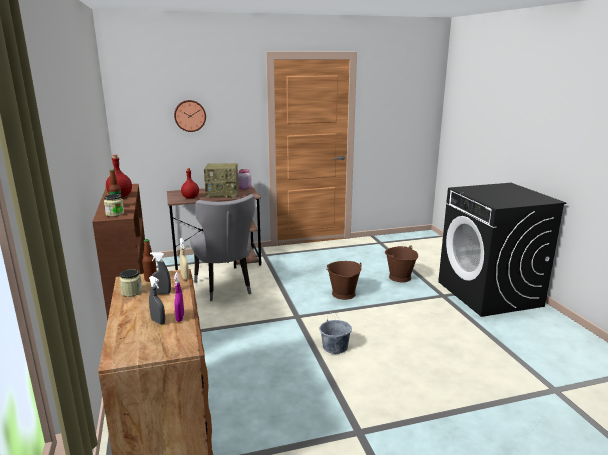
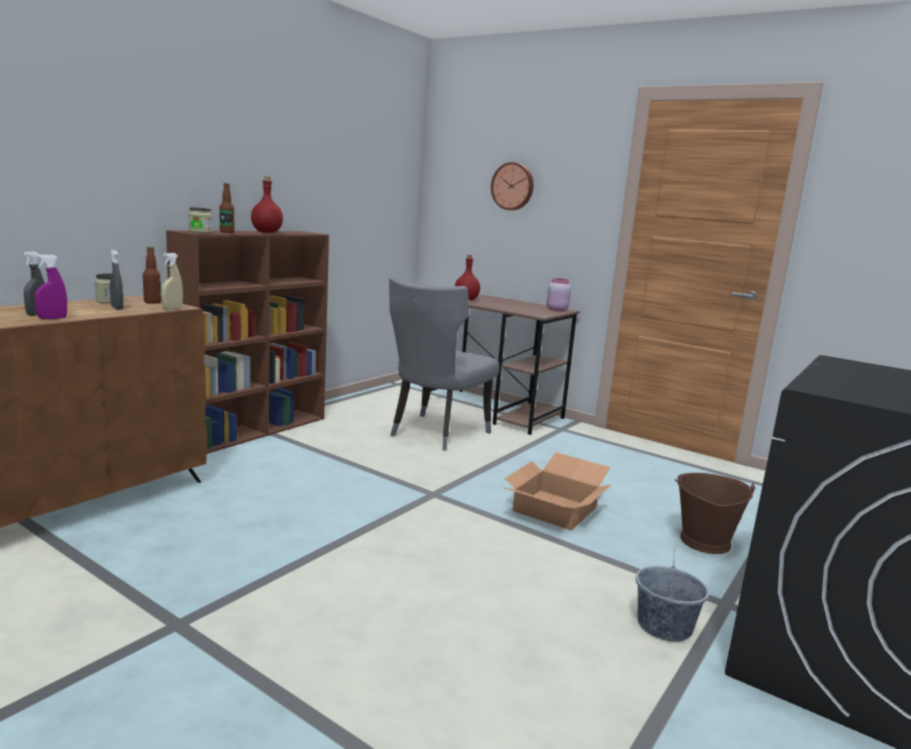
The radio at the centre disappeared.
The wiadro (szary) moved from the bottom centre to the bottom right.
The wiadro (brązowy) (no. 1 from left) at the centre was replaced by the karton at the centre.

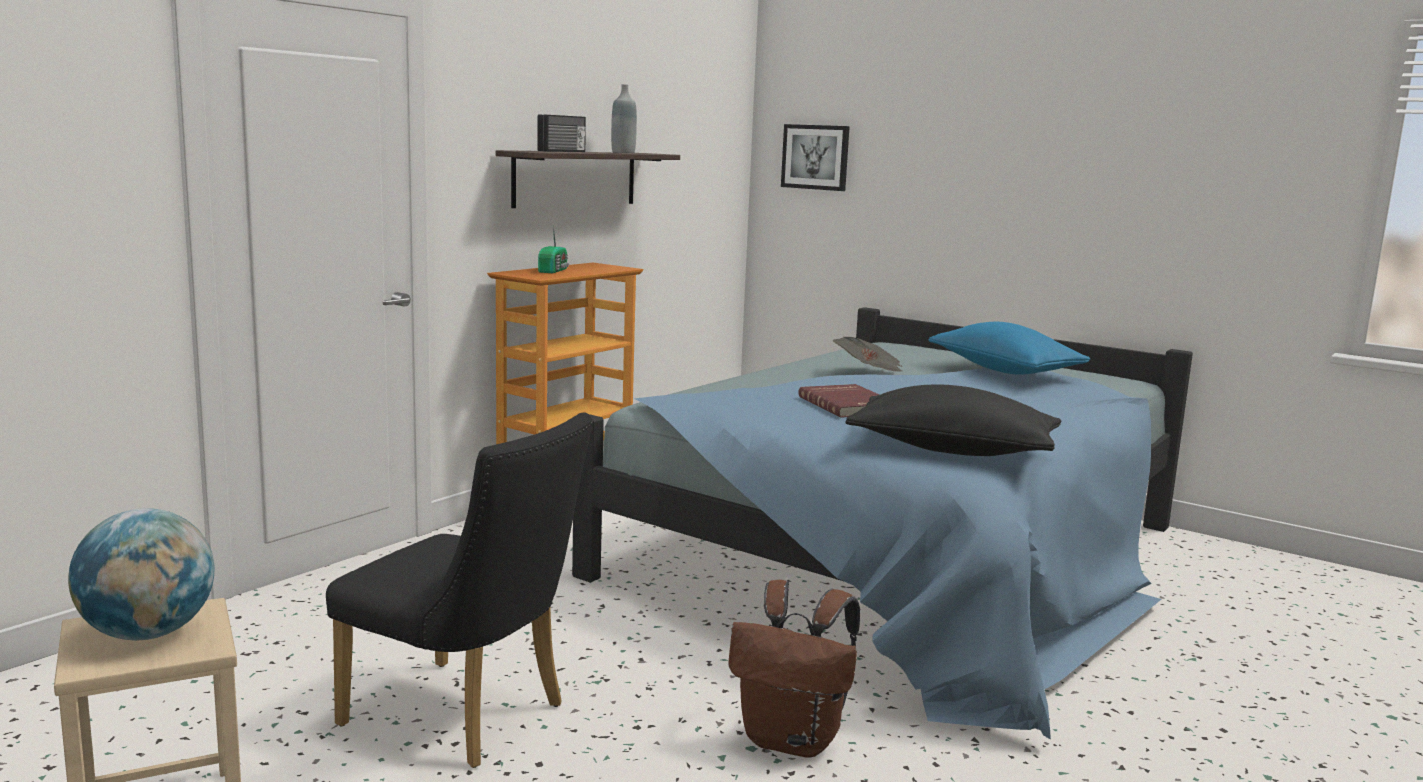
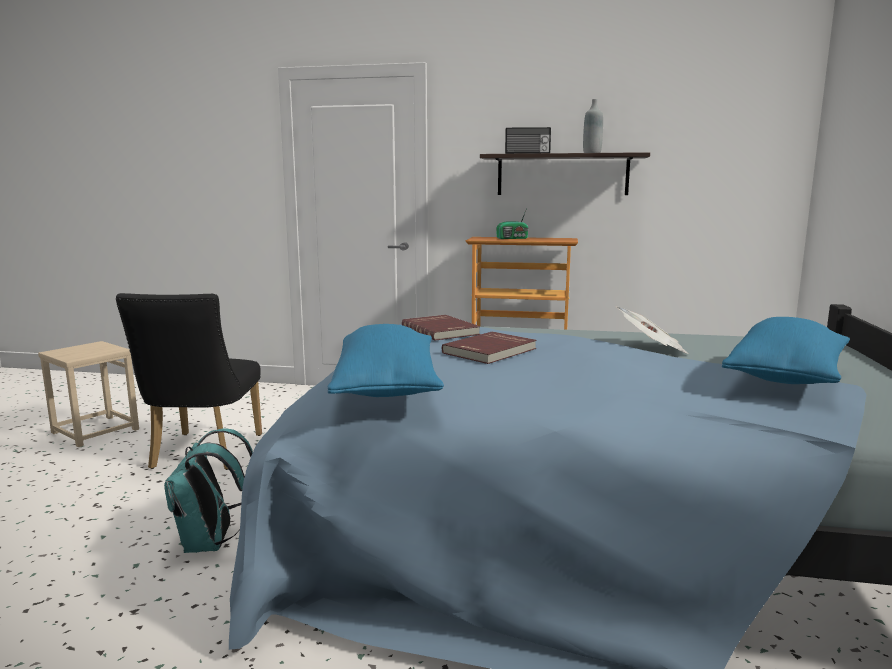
The globus at the bottom left disappeared.
The obraz at the top centre disappeared.
The książka (czerwony) (no. 1 from left) at the centre appeared.
The plecak (brązowy) at the bottom centre became the plecak (turkusowy) at the bottom left.
The poduszka (czarny) at the middle right became the poduszka (niebieski) (no. 1 from left) at the centre.

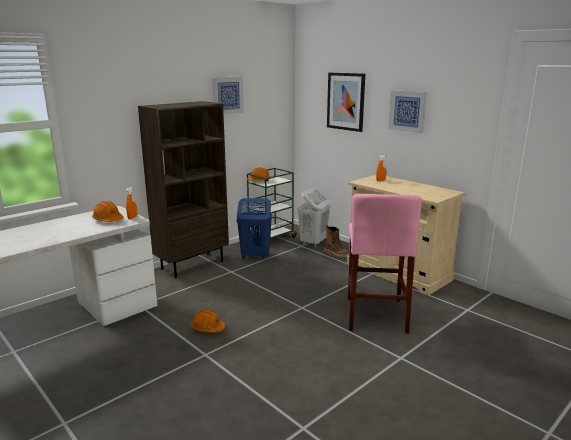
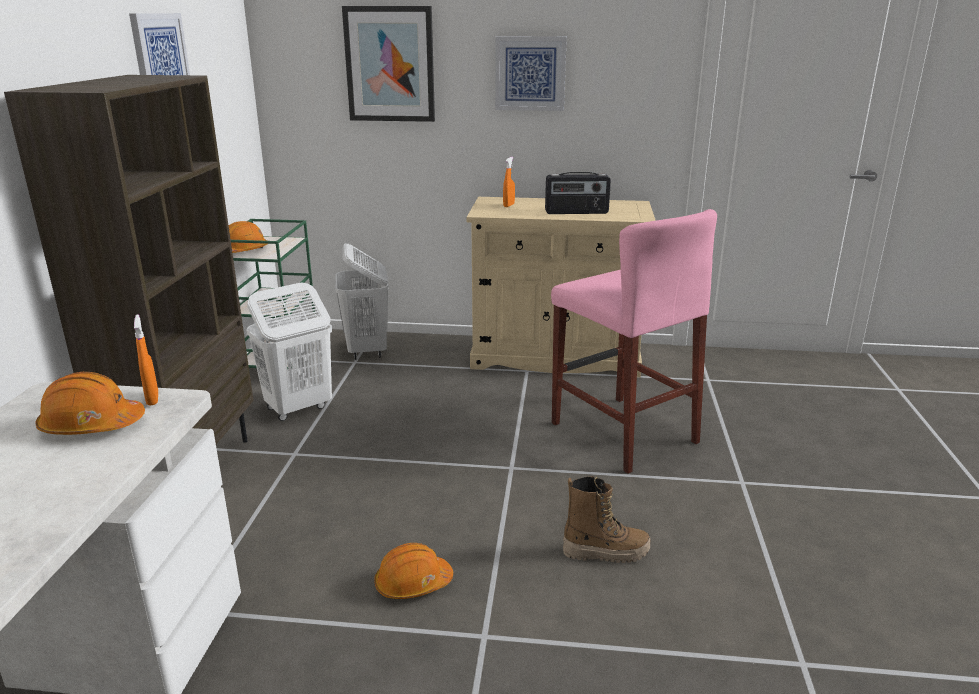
The radio at the top centre appeared.
The but z cholewką moved from the centre to the bottom centre.
The kosz na pranie (niebieski) at the centre became the kosz na pranie (biały) (no. 1 from left) at the middle left.

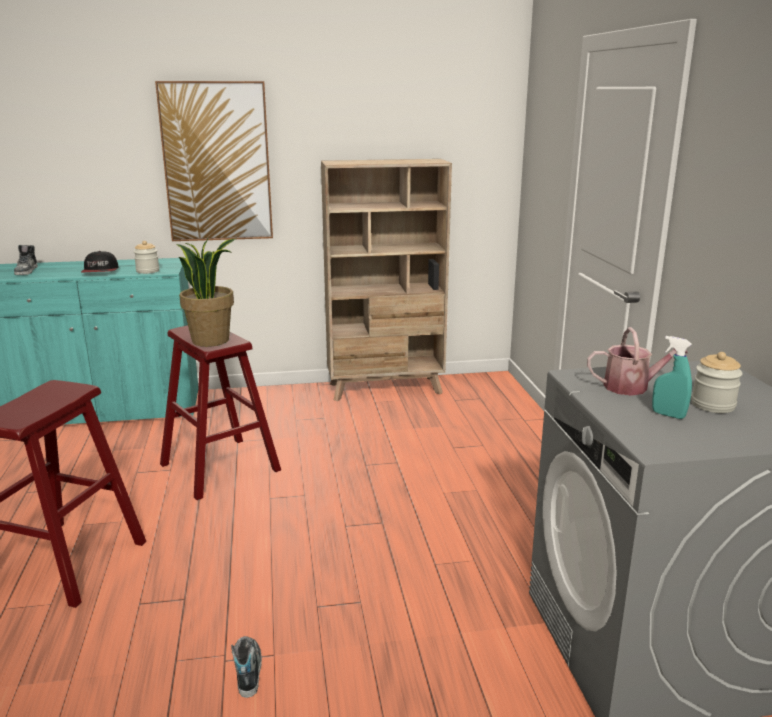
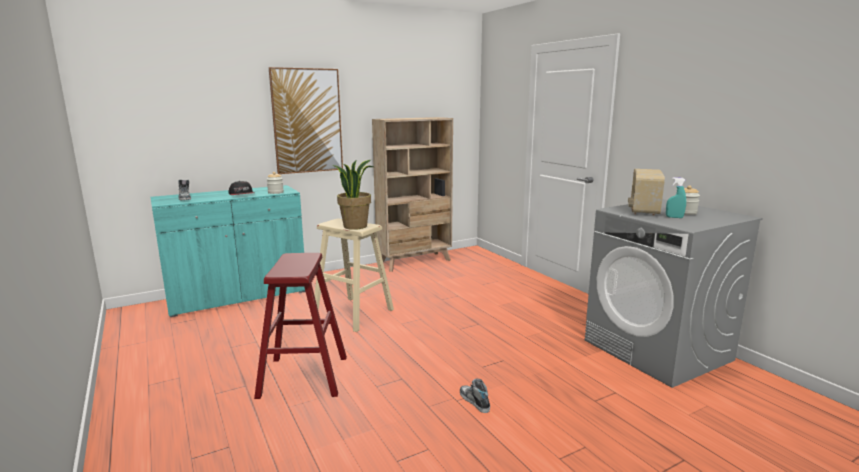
The konewka at the middle right was replaced by the radio at the middle right.
The stołek (czerwony) (no. 2 from left) at the middle left became the stołek (beżowy) at the centre.

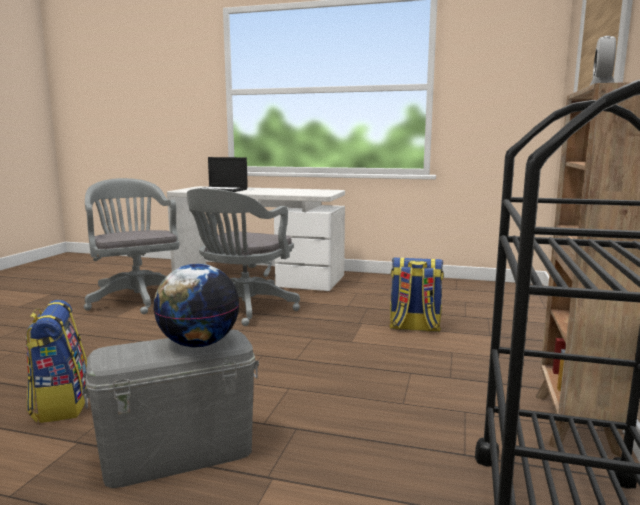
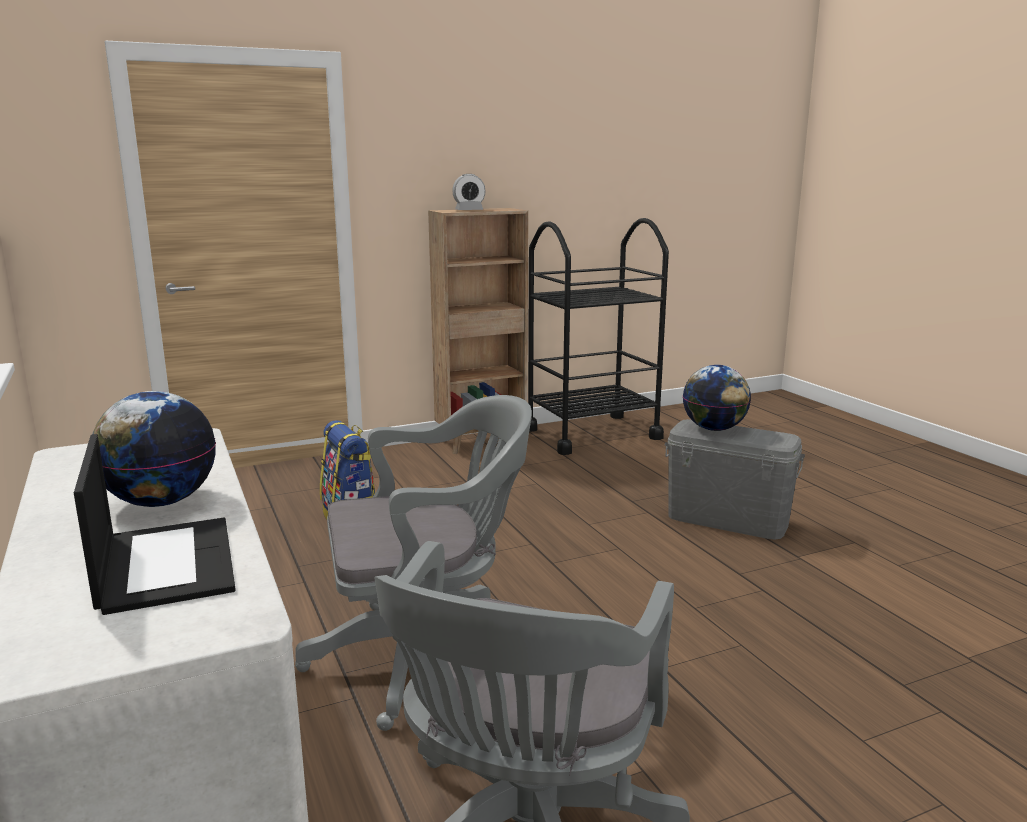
The plecak (no. 1 from left) at the bottom left disappeared.
The globus (no. 1 from left) at the middle left appeared.

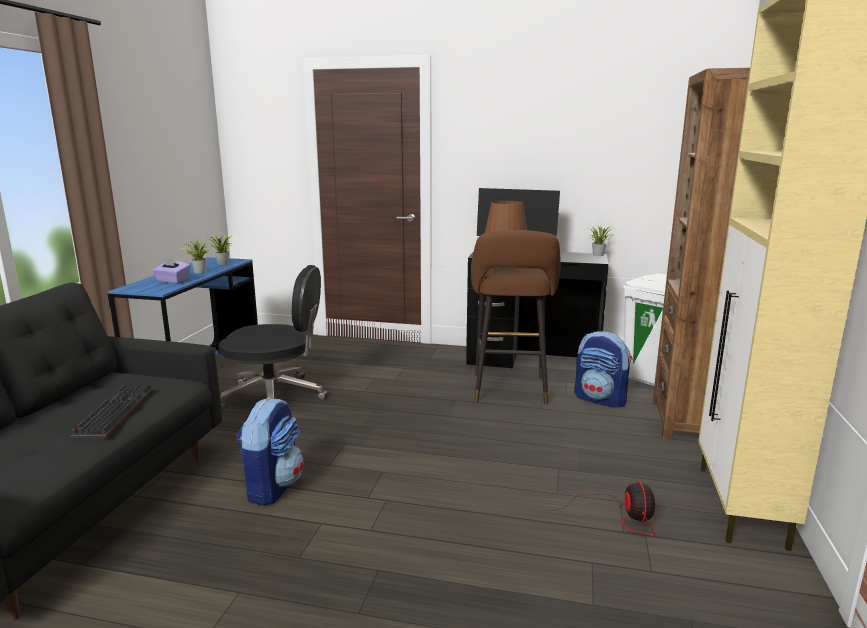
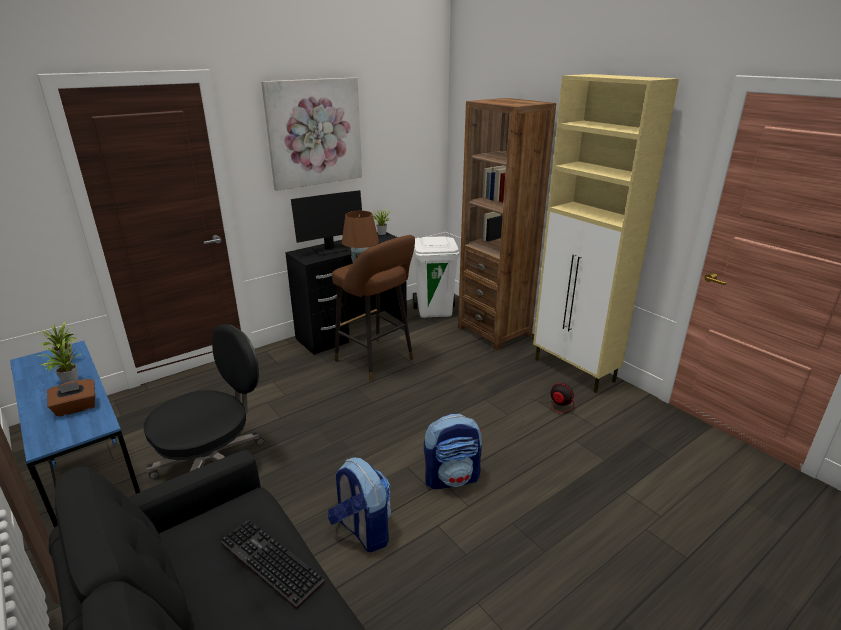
The obraz at the top centre appeared.
The plecak (no. 2 from left) moved from the middle right to the bottom centre.
The pudełko chusteczek (fioletowy) at the middle left became the pudełko chusteczek (brązowy) at the middle left.

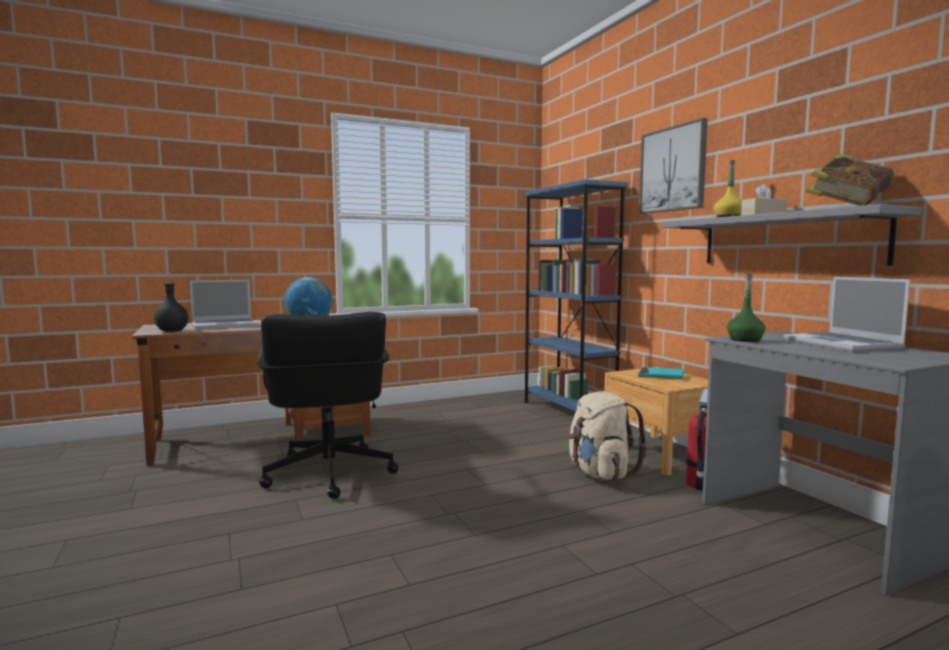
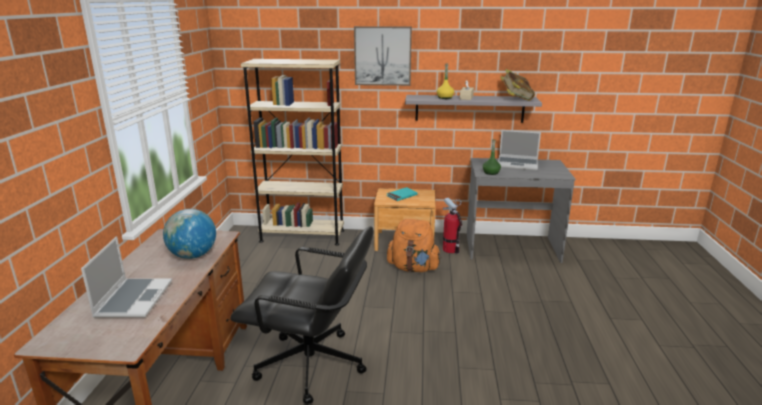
The butelka (czarny) at the middle left disappeared.
The regał (niebieski) at the centre became the regał (beżowy) at the centre.
The plecak (beżowy) at the bottom centre became the plecak (pomarańczowy) at the centre.

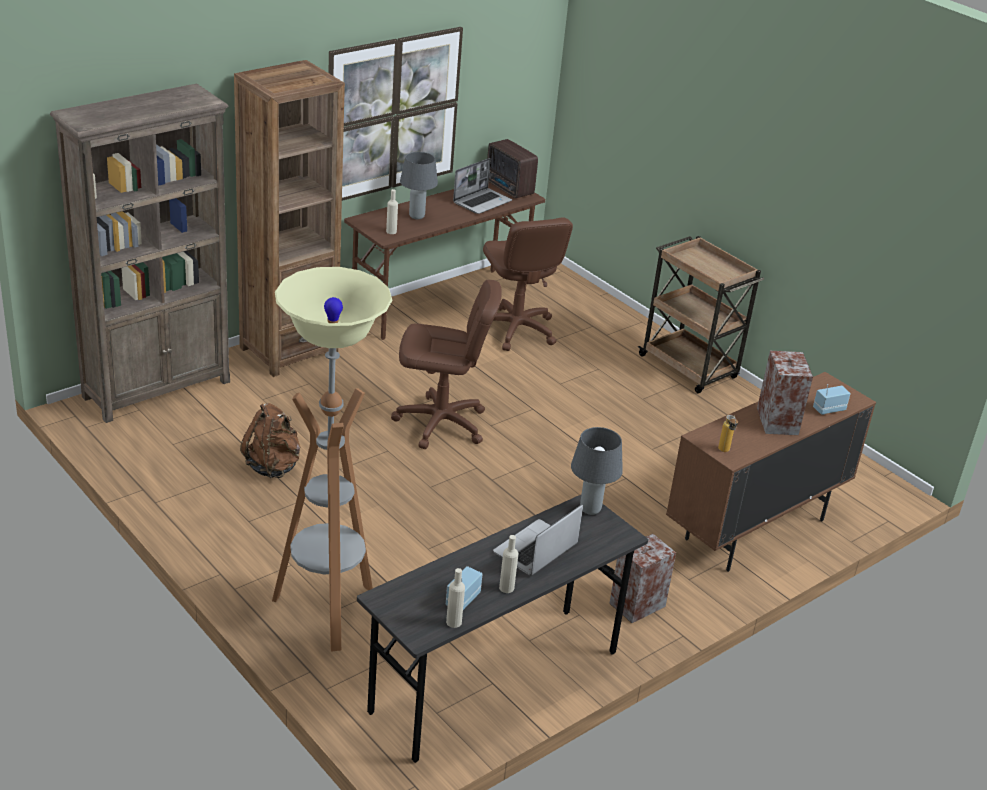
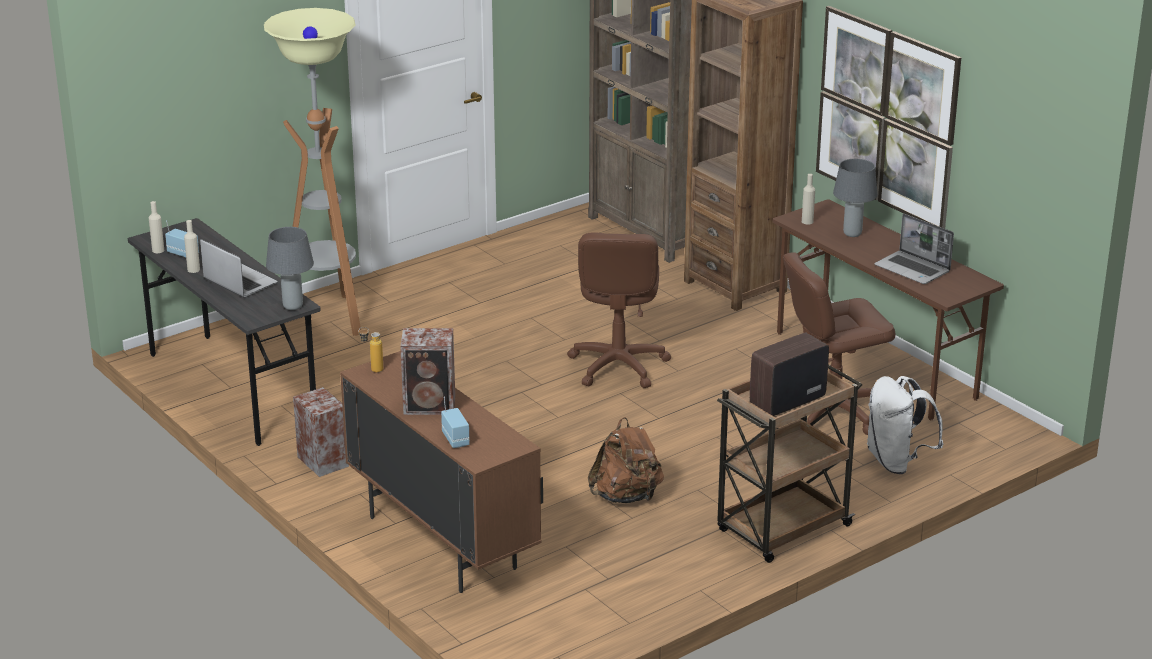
The plecak (biały) at the middle right appeared.
The plecak (brązowy) moved from the middle left to the bottom centre.
The radio (no. 2 from left in the first image) moved from the top centre to the middle right.

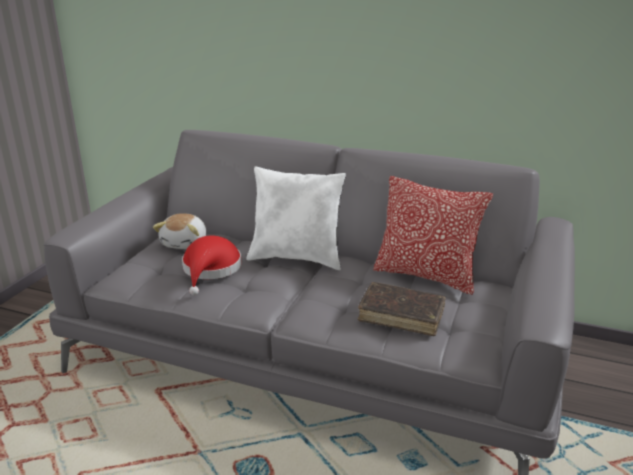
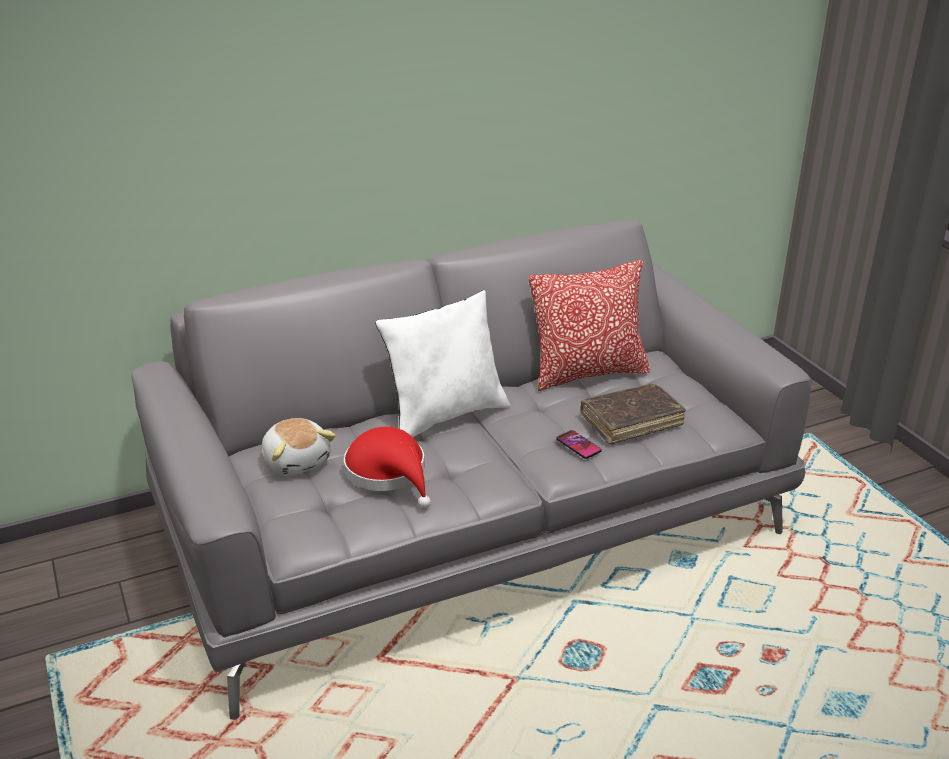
The telefon at the centre appeared.

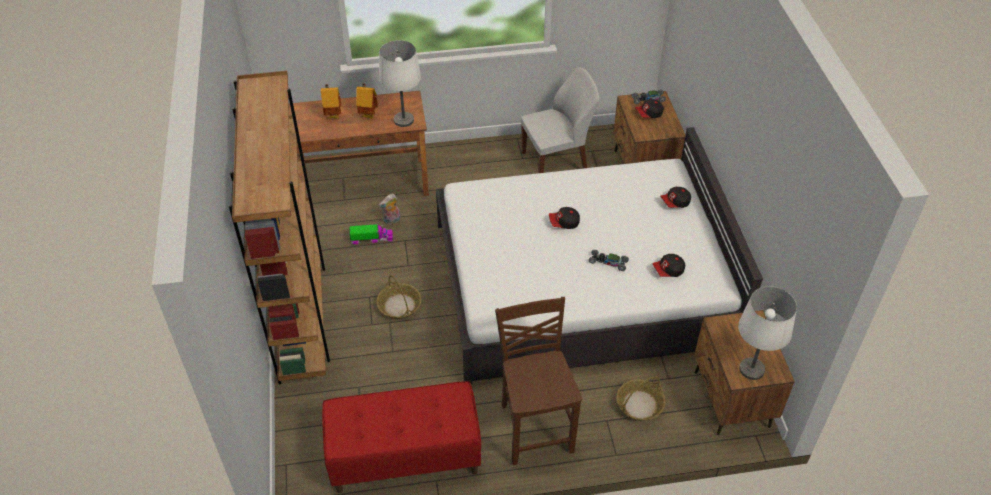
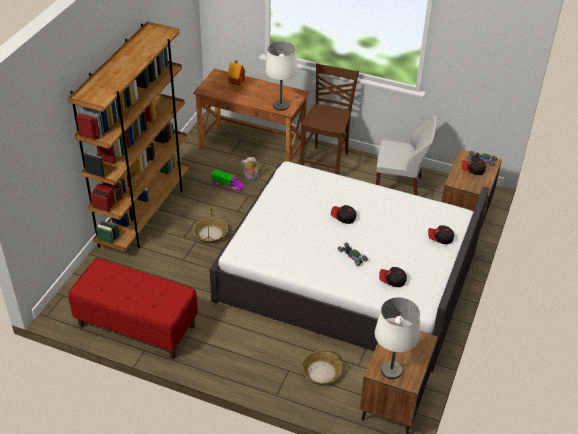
The domek (no. 2 from left) at the top centre disappeared.
The krzesło (brązowy) moved from the bottom centre to the top centre.

